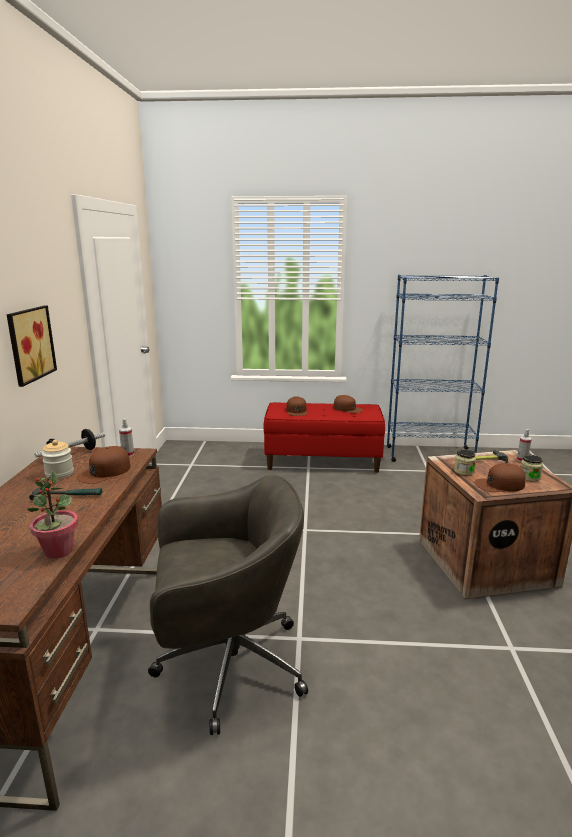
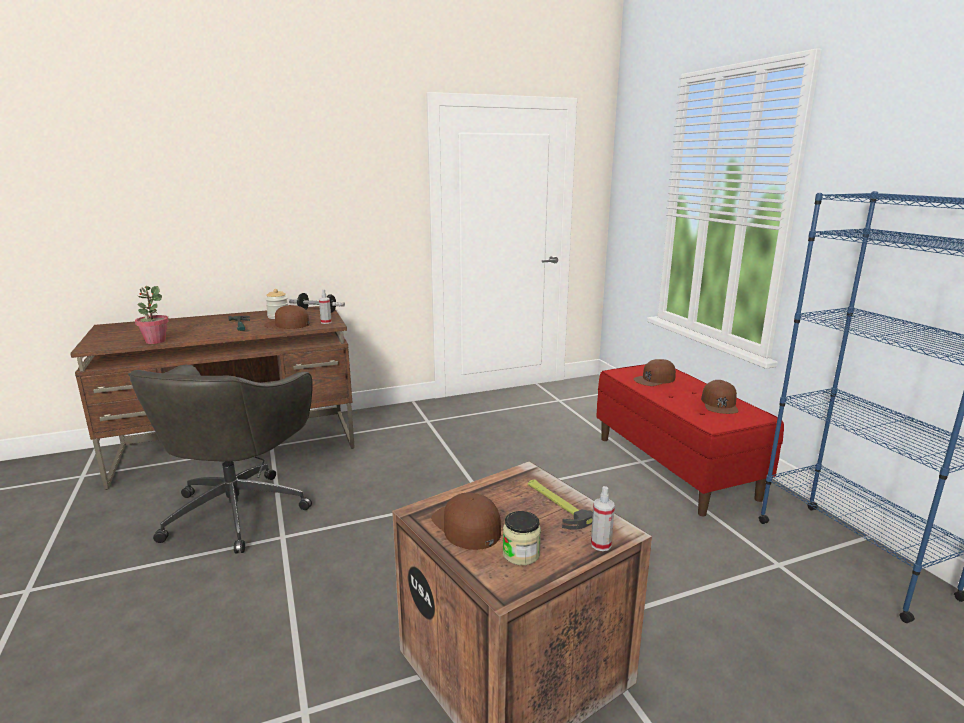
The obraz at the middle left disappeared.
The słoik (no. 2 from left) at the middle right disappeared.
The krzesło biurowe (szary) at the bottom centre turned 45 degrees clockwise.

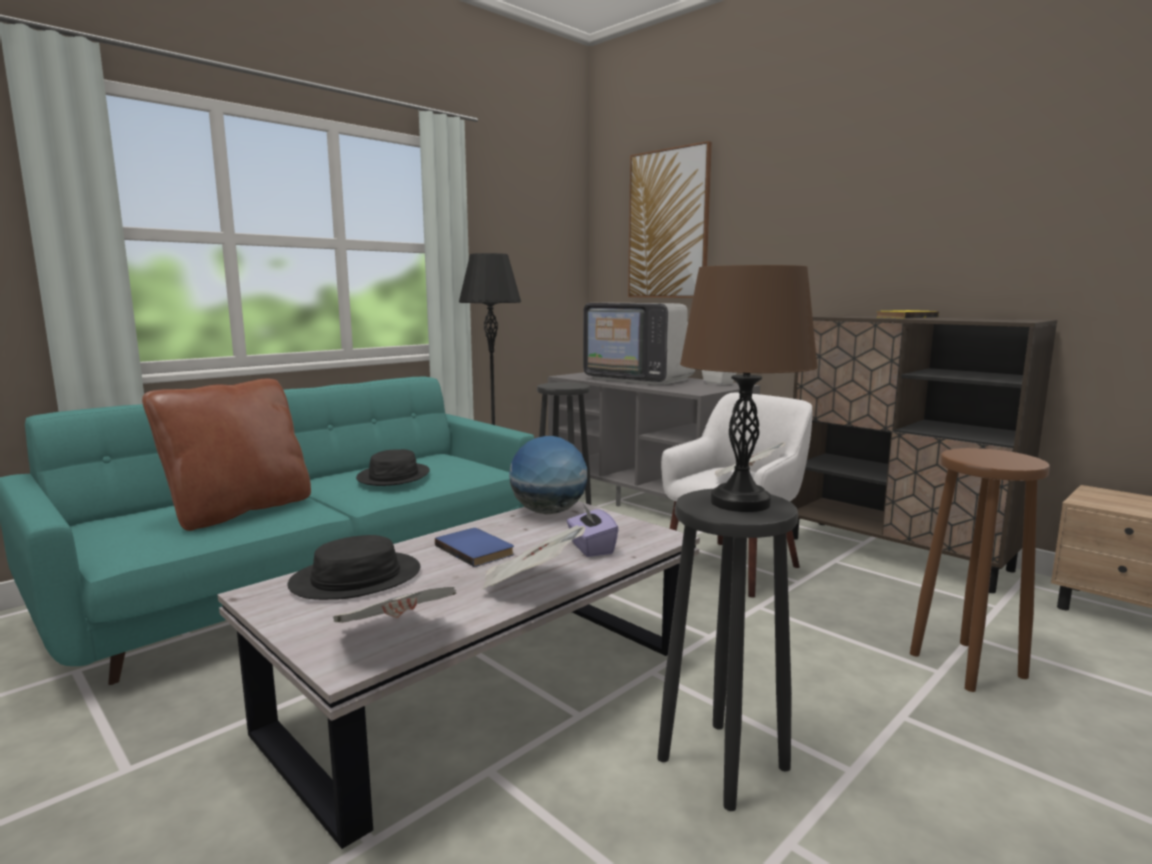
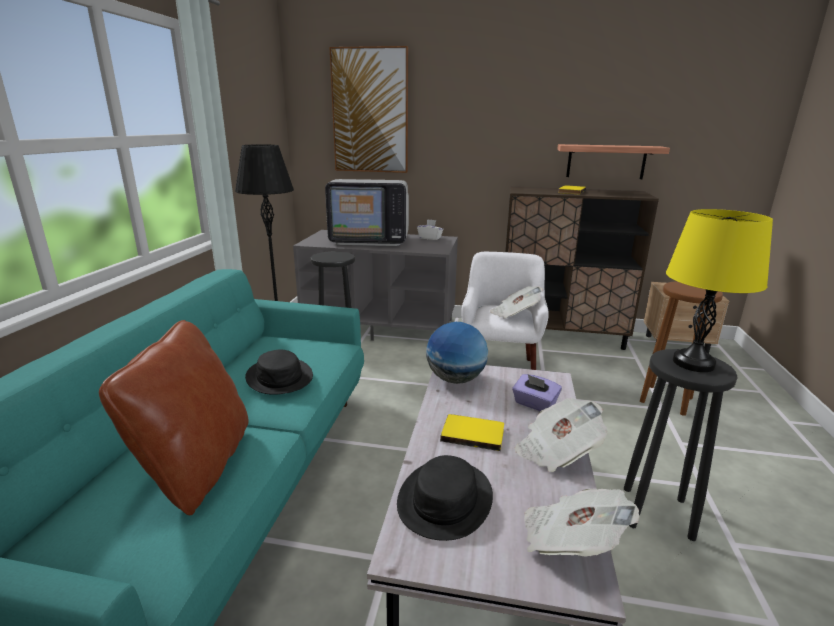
The półka at the top right appeared.
The książka (niebieski) at the centre became the książka (żółty) (no. 1 from left) at the bottom centre.
The lampa stołowa (brązowy) at the centre became the lampa stołowa (żółty) at the middle right.

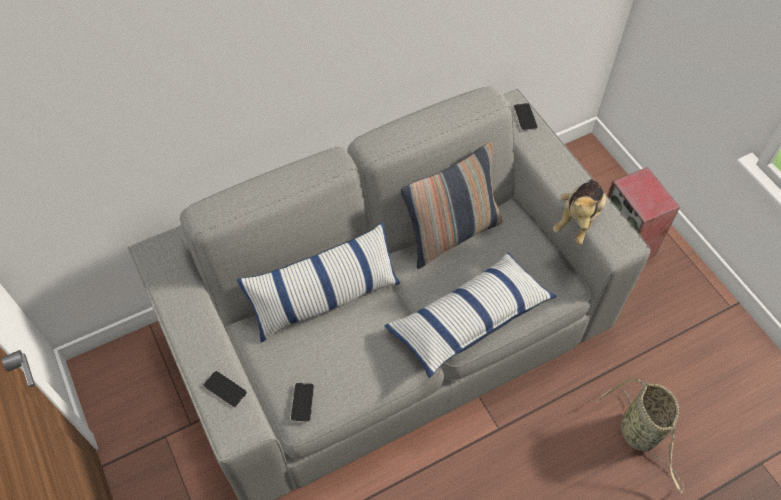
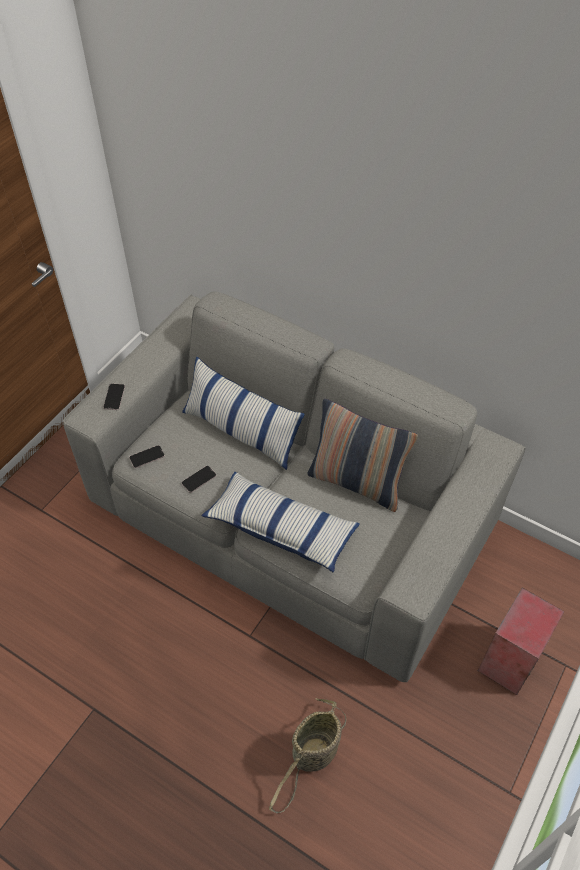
The pluszak at the middle right disappeared.
The telefon (no. 3 from left) moved from the top right to the centre.

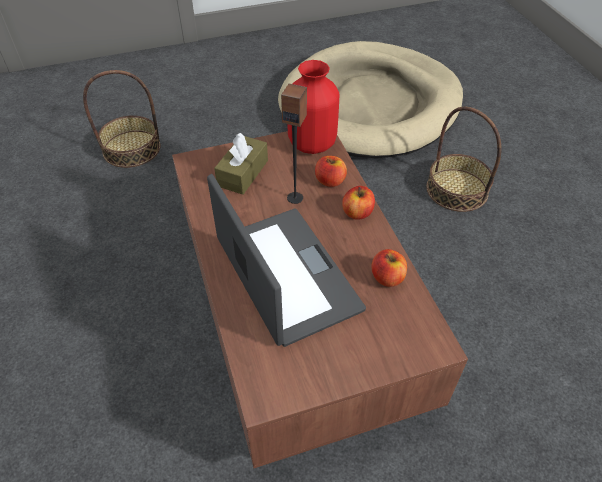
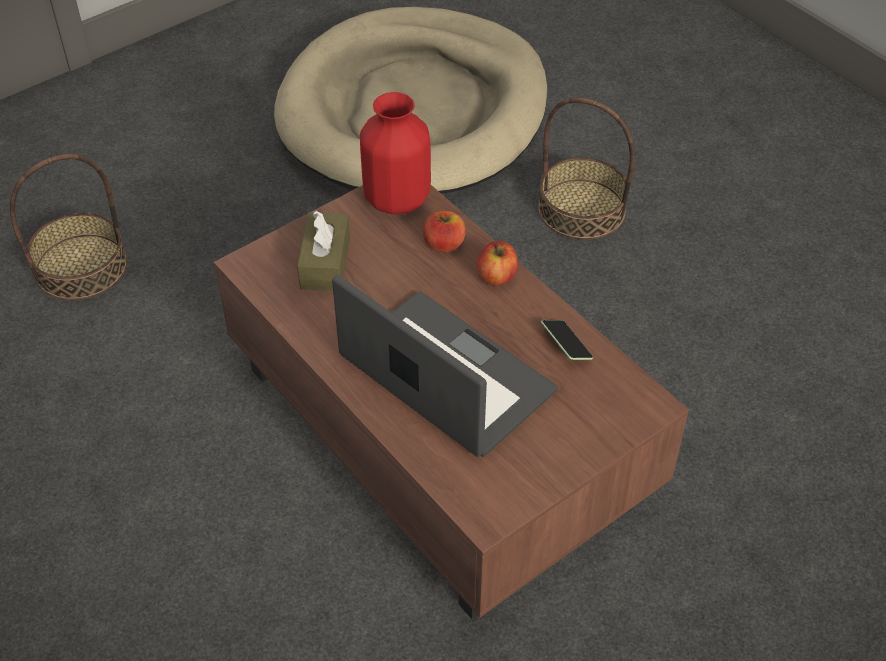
The głośnik at the top centre disappeared.
The jabłko (no. 3 from left) at the centre was replaced by the telefon at the centre.

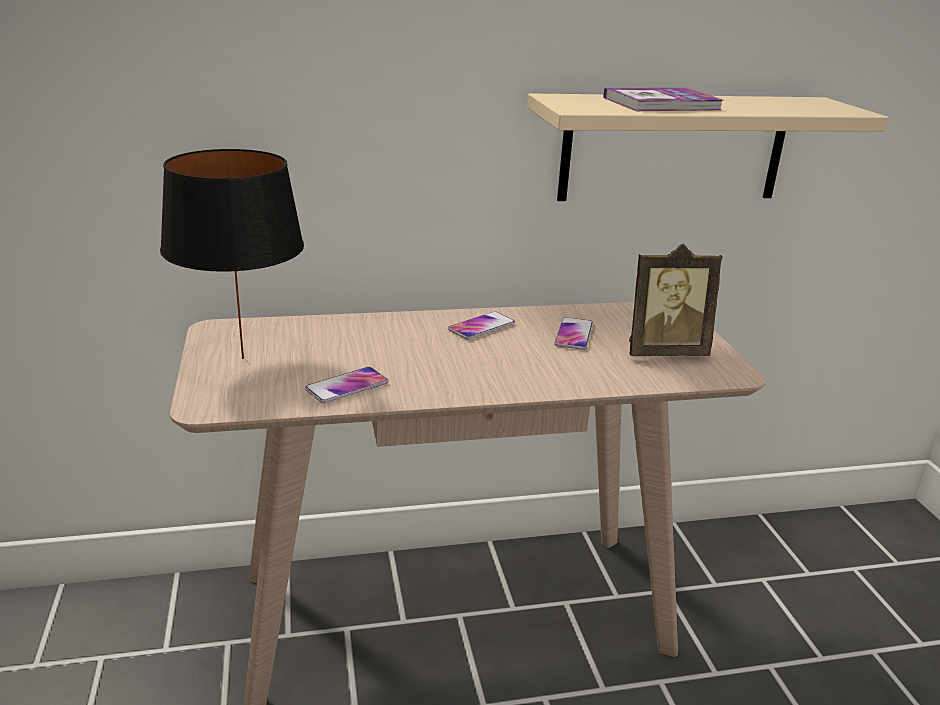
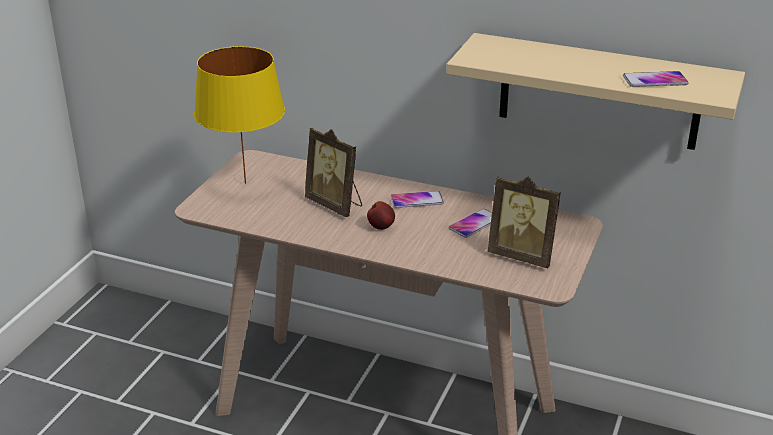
The książka at the top right disappeared.
The ramka na zdjęcie (no. 1 from left) at the centre appeared.
The jabłko at the centre appeared.
The telefon (no. 1 from left in the first image) moved from the centre to the top right.
The lampa stołowa (czarny) at the middle left became the lampa stołowa (żółty) at the top left.

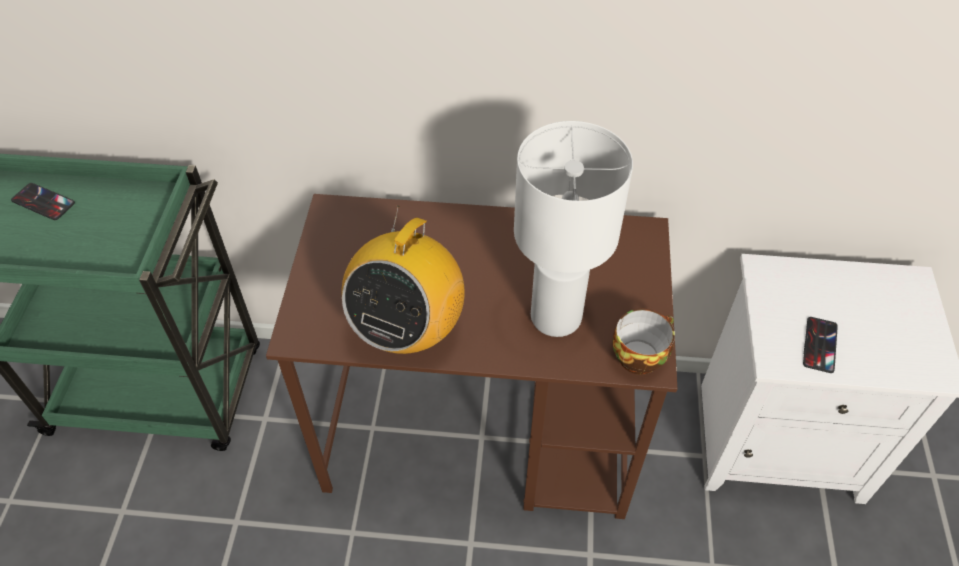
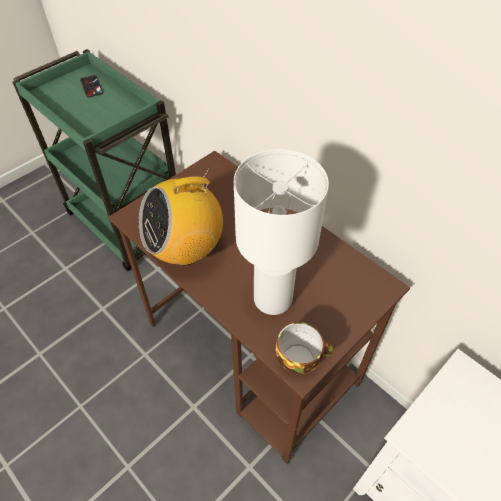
The telefon (no. 2 from left) at the middle right disappeared.

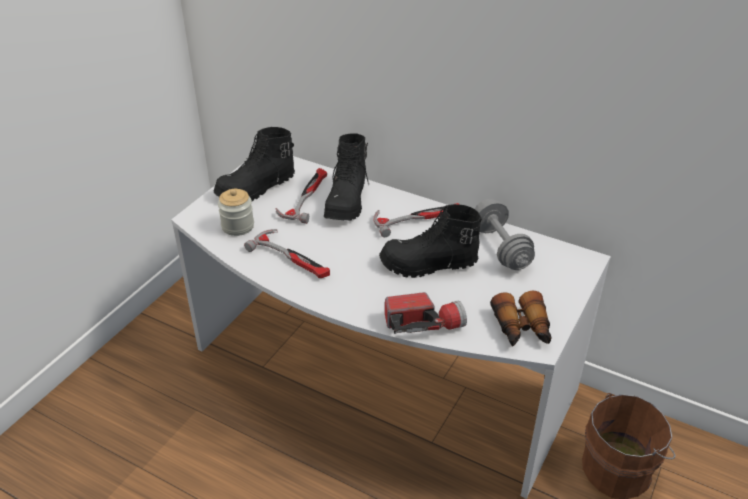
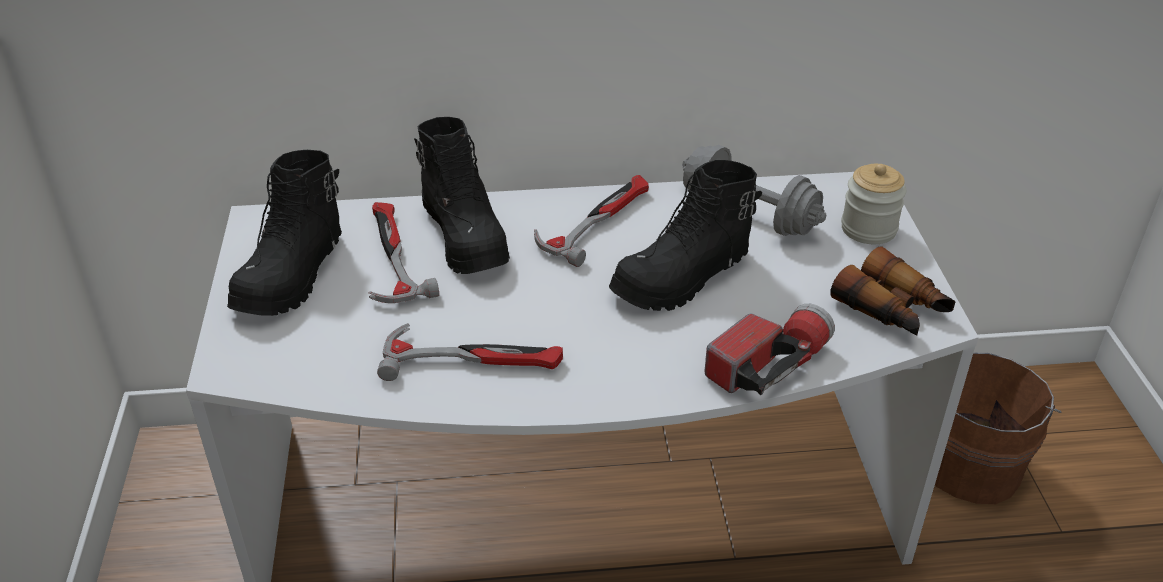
The słoik moved from the middle left to the middle right.

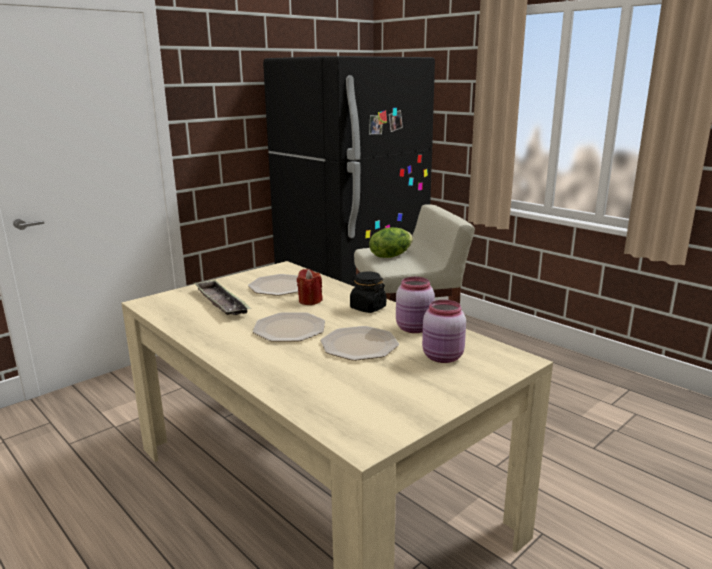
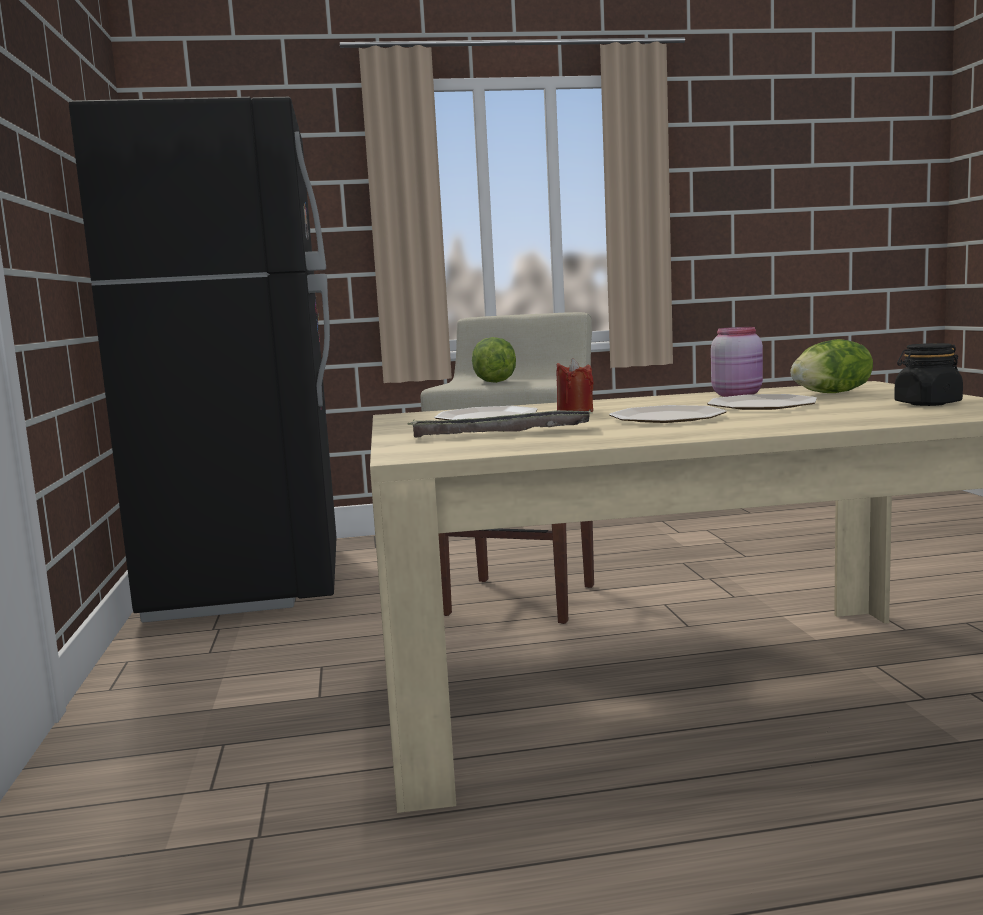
The słoik (czarny) moved from the centre to the middle right.
The słoik (różowy) (no. 2 from left) at the centre was replaced by the sałata (no. 2 from left) at the middle right.

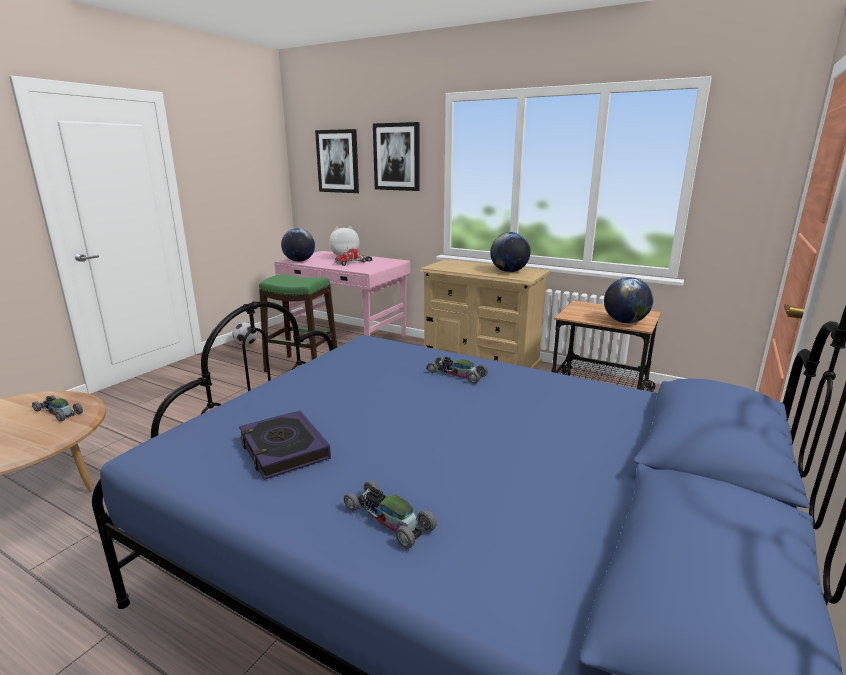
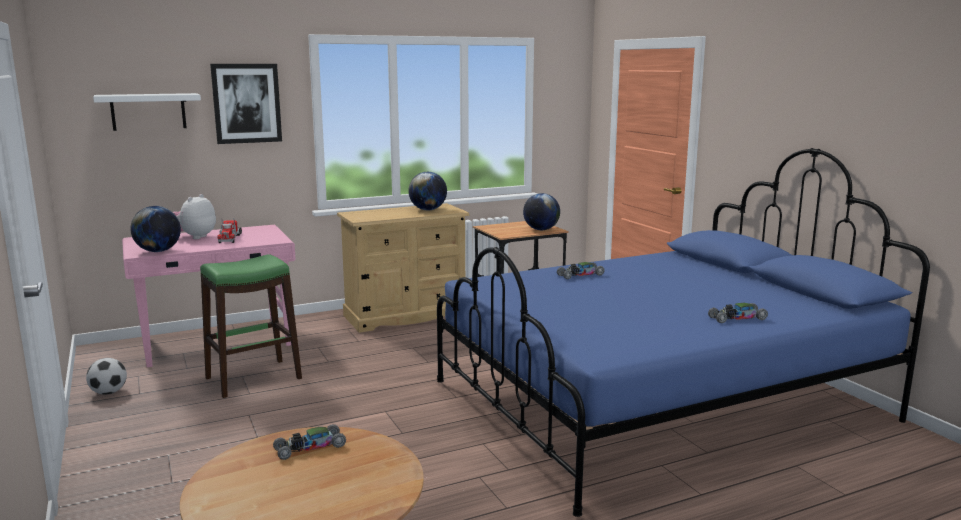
The książka at the centre disappeared.
The obraz (no. 1 from left) at the top centre was replaced by the półka (biały) at the top left.

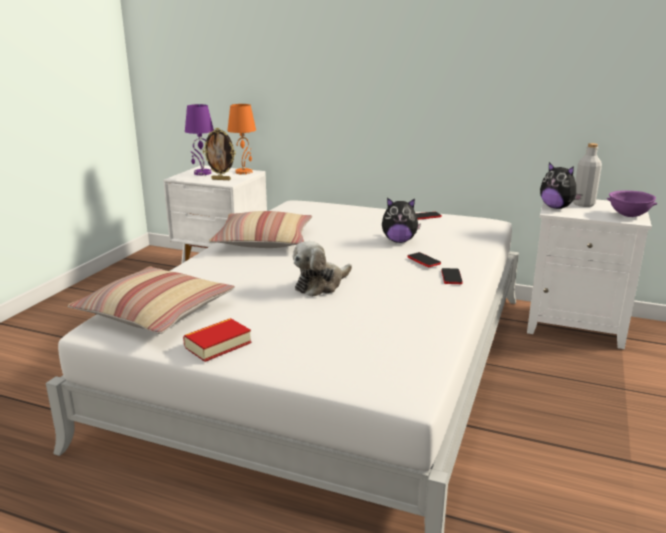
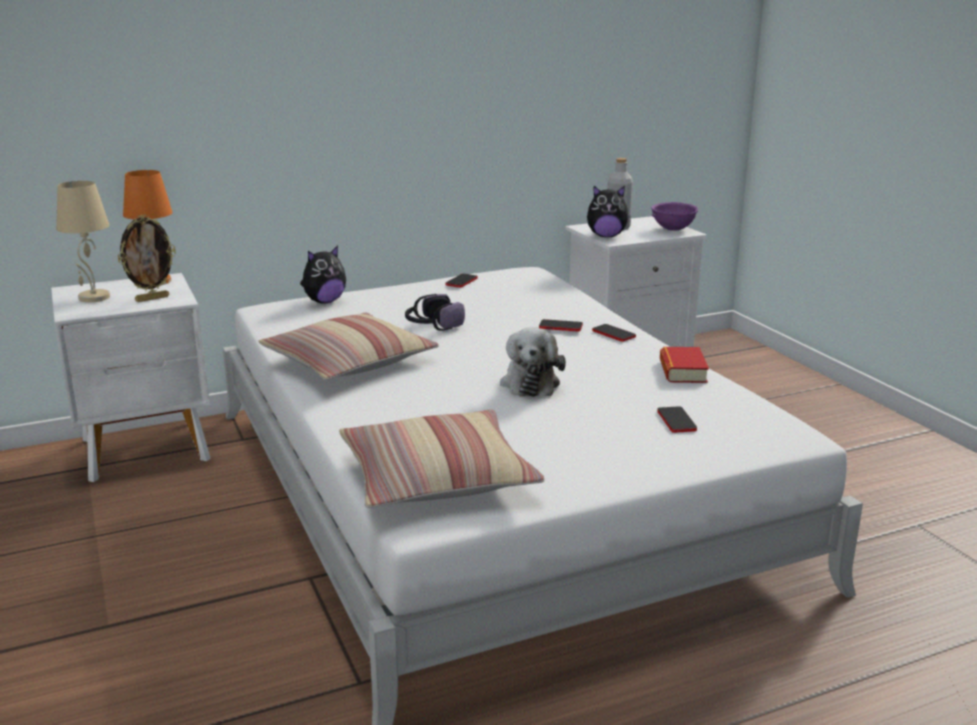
The słuchawki at the centre appeared.
The telefon (no. 4 from left) at the middle right appeared.
The książka moved from the middle left to the middle right.
The pluszak (no. 2 from left in the first image) moved from the centre to the middle left.
The lampa stołowa (fioletowy) at the top left became the lampa stołowa (beżowy) at the middle left.

